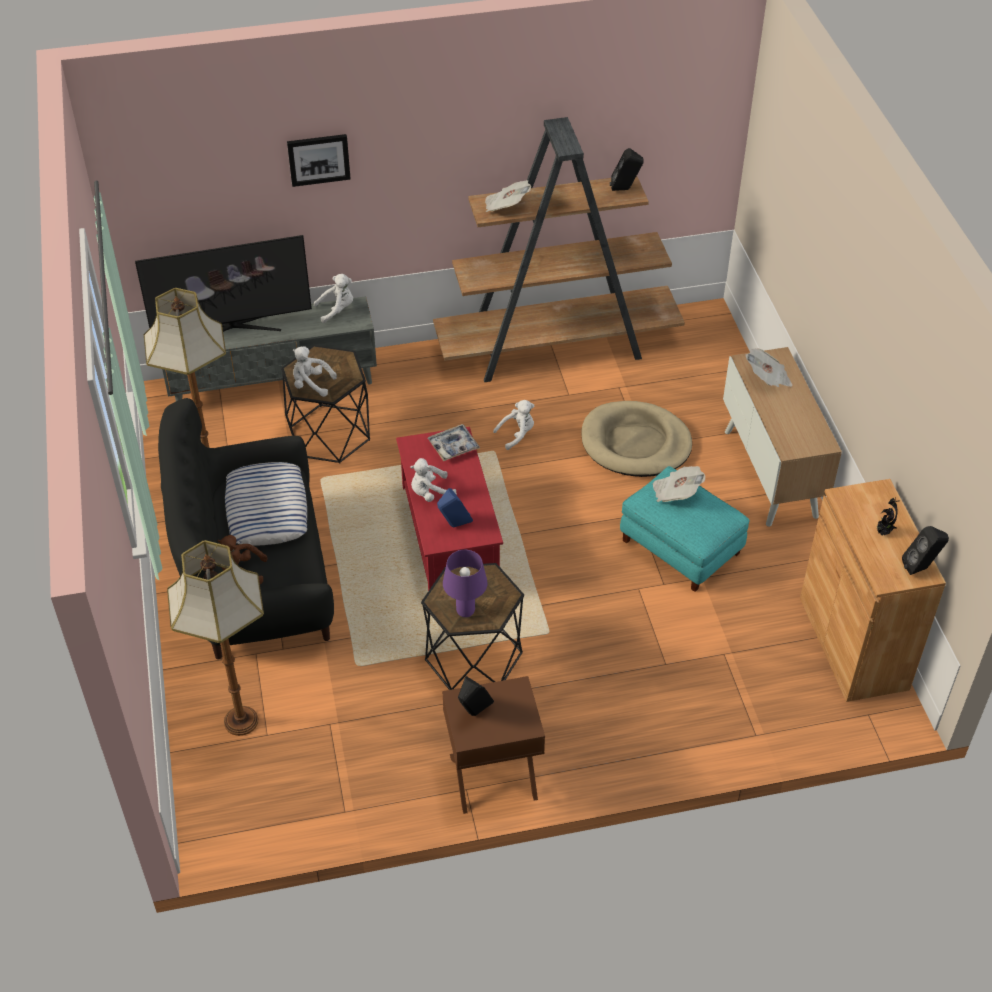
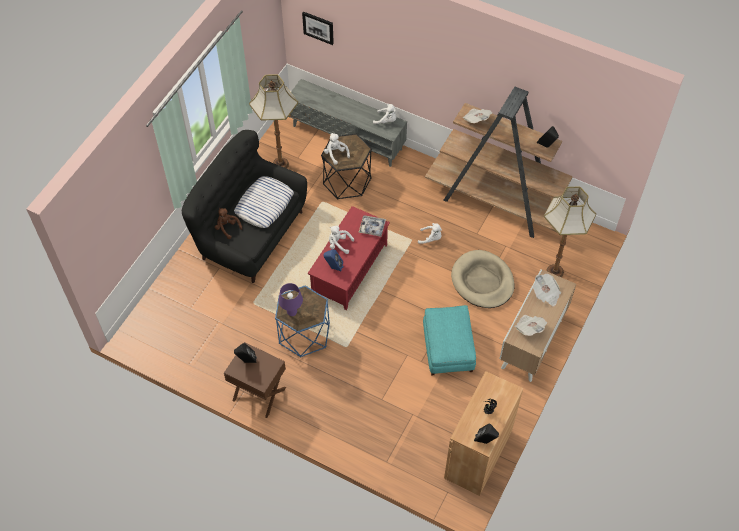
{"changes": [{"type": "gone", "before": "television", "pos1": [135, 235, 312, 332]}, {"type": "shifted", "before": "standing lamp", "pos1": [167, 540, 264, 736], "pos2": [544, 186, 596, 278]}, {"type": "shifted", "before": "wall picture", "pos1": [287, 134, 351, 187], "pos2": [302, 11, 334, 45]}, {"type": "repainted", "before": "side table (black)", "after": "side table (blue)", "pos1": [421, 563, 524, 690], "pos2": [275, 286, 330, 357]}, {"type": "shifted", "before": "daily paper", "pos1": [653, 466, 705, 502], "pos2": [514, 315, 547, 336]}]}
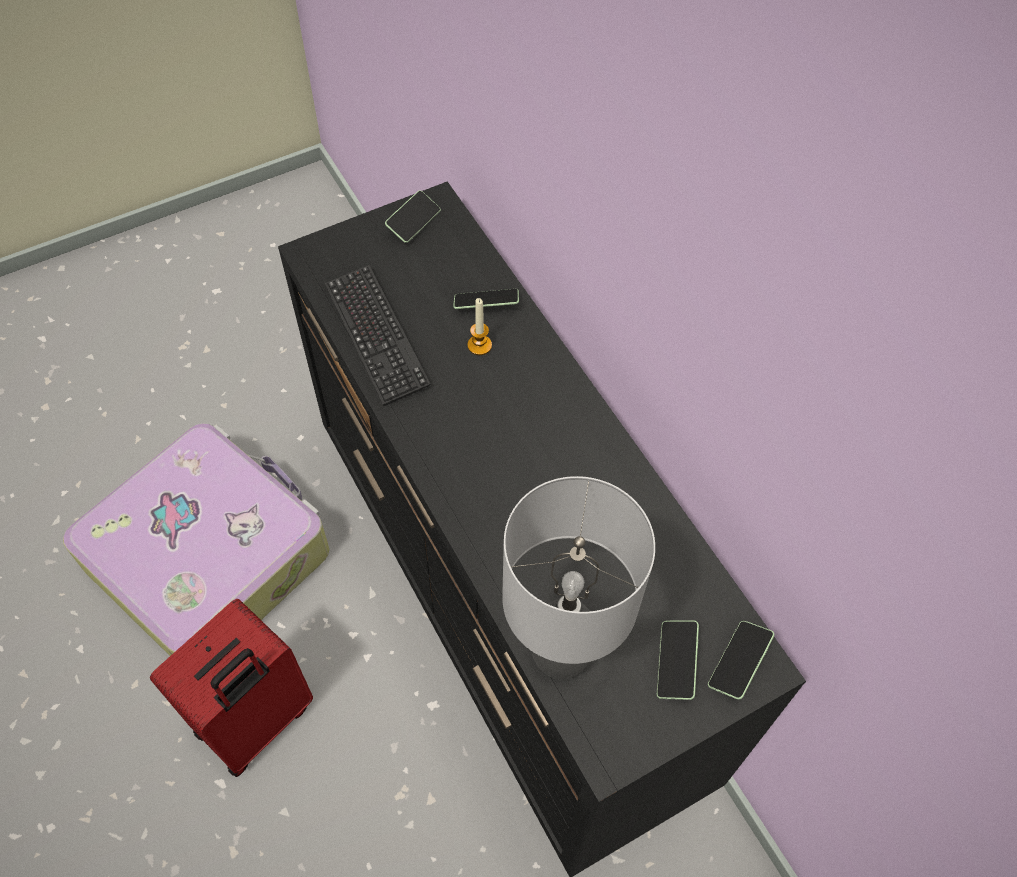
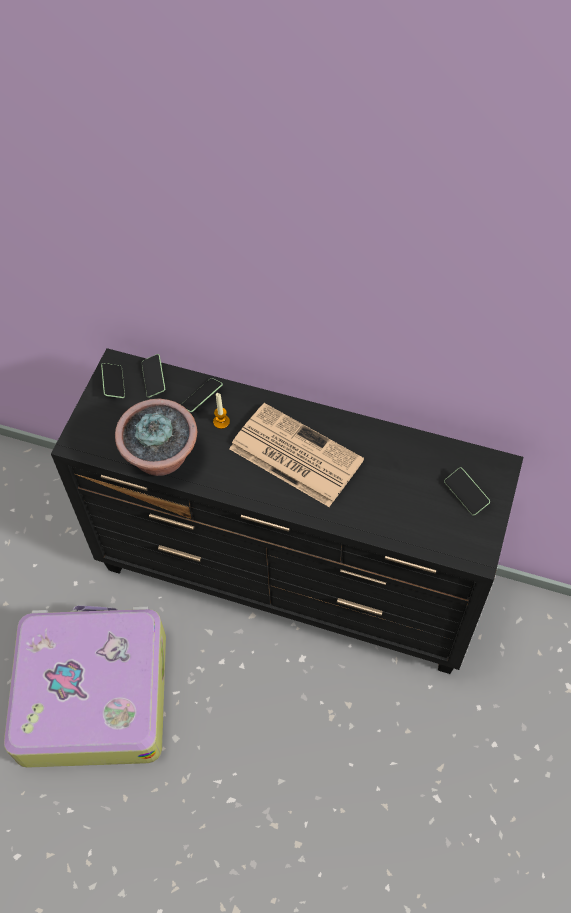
{"changes": [{"type": "gone", "before": "piece of luggage (red)", "pos1": [150, 599, 313, 777]}, {"type": "swapped", "before": "PC keyboard", "after": "potted plant", "pos1": [325, 265, 431, 406], "pos2": [115, 398, 197, 476]}, {"type": "gone", "before": "tabletop lamp (gray)", "pos1": [502, 476, 655, 679]}, {"type": "shifted", "before": "telephone", "pos1": [708, 621, 774, 700], "pos2": [141, 354, 165, 398]}, {"type": "new", "after": "daily paper", "pos2": [229, 403, 364, 507]}]}
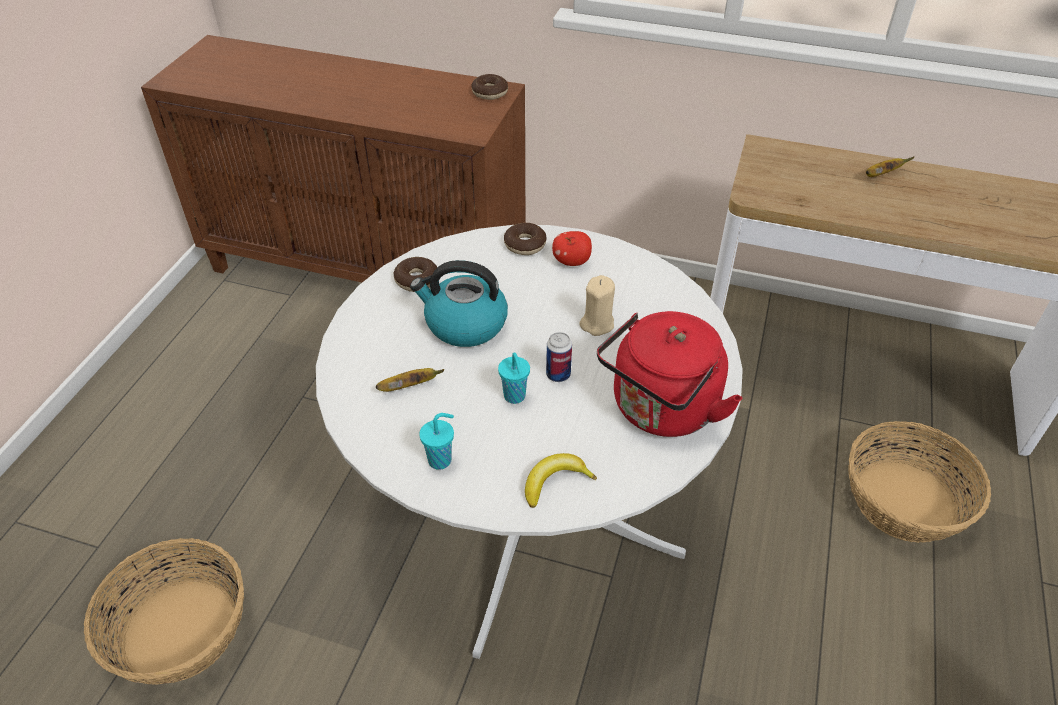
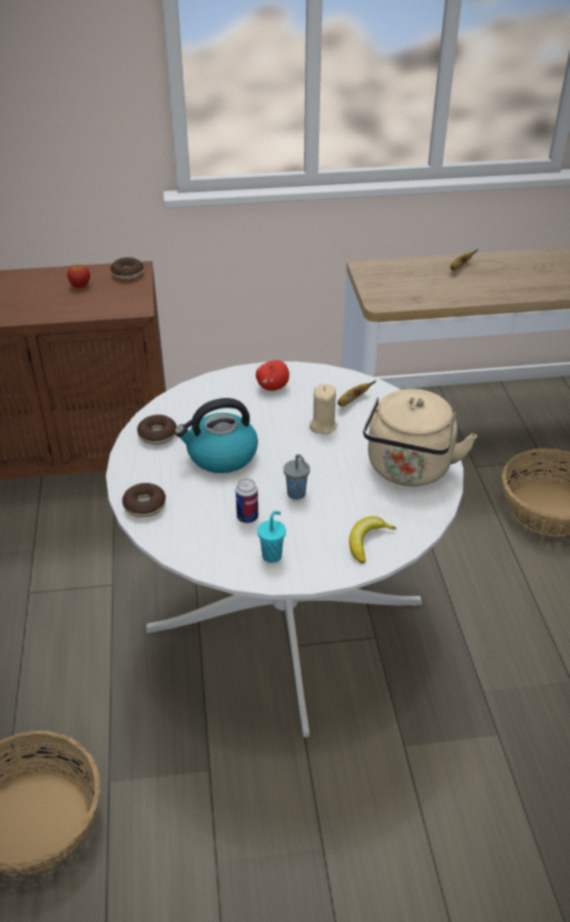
{"changes": [{"type": "shifted", "before": "whole banana", "pos1": [376, 368, 444, 392], "pos2": [337, 380, 376, 406]}, {"type": "repainted", "before": "cup (turquoise-coloured)", "after": "cup (gray)", "pos1": [498, 353, 530, 404], "pos2": [284, 454, 310, 500]}, {"type": "shifted", "before": "doughnut", "pos1": [504, 223, 547, 255], "pos2": [122, 483, 166, 517]}, {"type": "shifted", "before": "metal can", "pos1": [546, 332, 572, 382], "pos2": [236, 479, 258, 523]}, {"type": "repainted", "before": "kettle (red)", "after": "kettle (beige-coloured)", "pos1": [597, 311, 743, 437], "pos2": [363, 389, 477, 486]}, {"type": "new", "after": "whole apple", "pos2": [67, 265, 90, 288]}]}
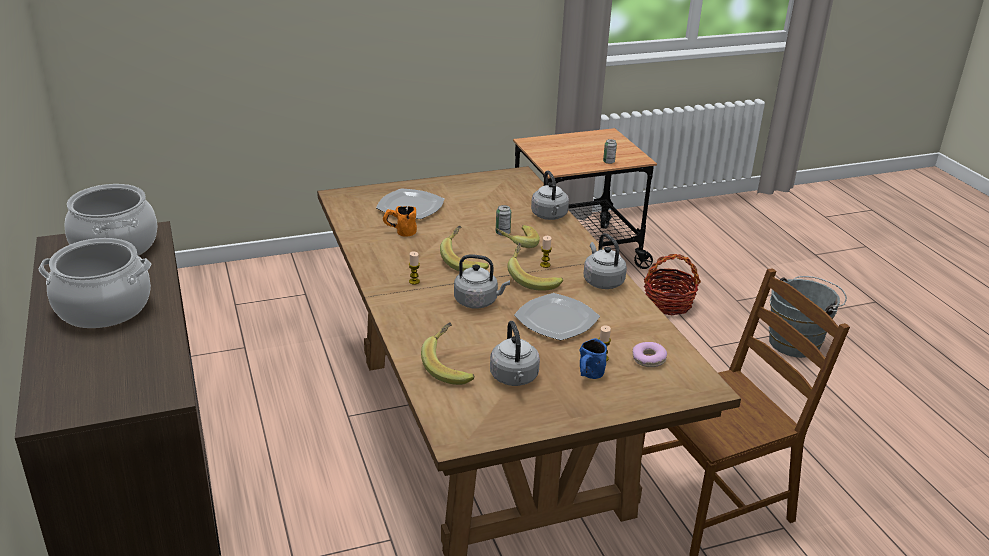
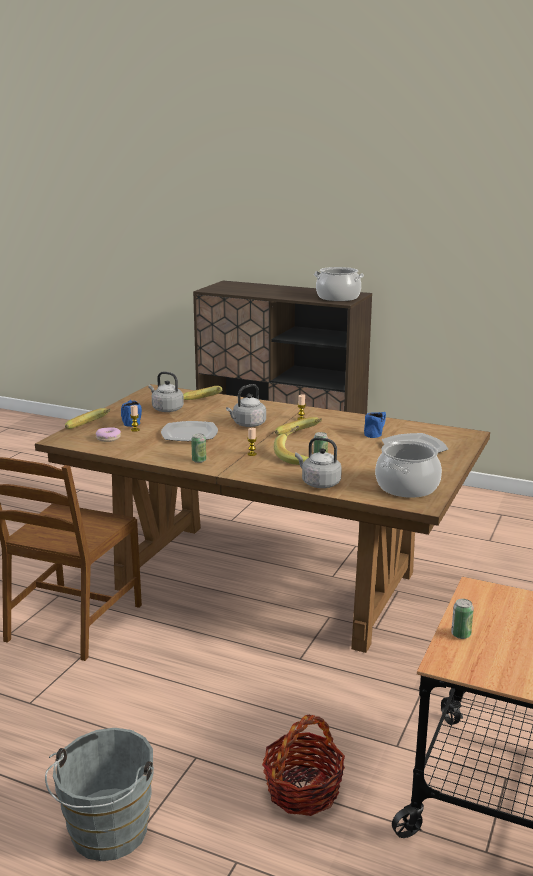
{"changes": [{"type": "shifted", "before": "stockpot", "pos1": [39, 238, 151, 328], "pos2": [375, 440, 442, 498]}, {"type": "repainted", "before": "coffee mug (orangey)", "after": "coffee mug (blue)", "pos1": [383, 206, 417, 237], "pos2": [364, 412, 386, 438]}, {"type": "shifted", "before": "whole banana", "pos1": [507, 243, 563, 291], "pos2": [65, 408, 110, 429]}, {"type": "swapped", "before": "kettle (gray)", "after": "metal can", "pos1": [583, 233, 627, 289], "pos2": [191, 434, 206, 463]}]}
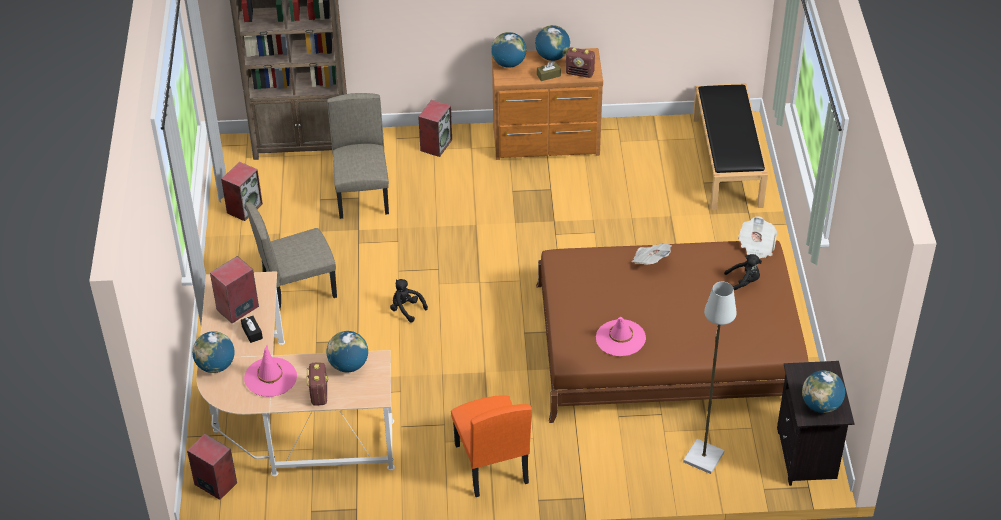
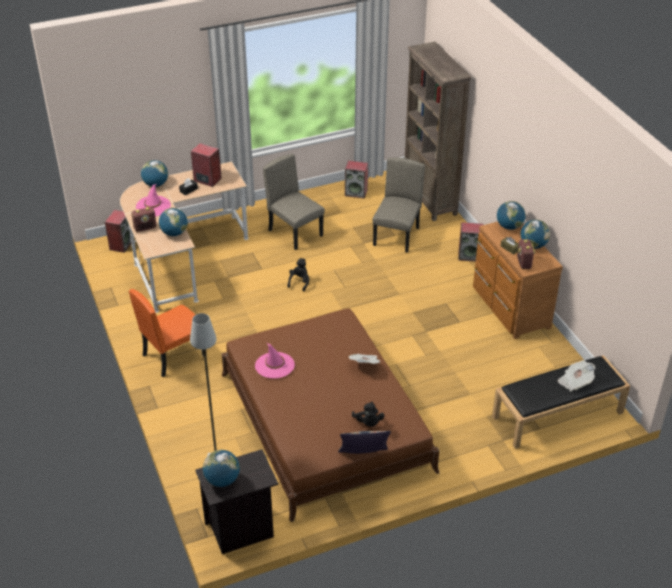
{"changes": [{"type": "rotated", "before": "chair (beige-coloured)", "pos1": [327, 93, 389, 219], "pos2": [373, 158, 425, 253], "turn": -45}, {"type": "shifted", "before": "daily paper", "pos1": [738, 216, 777, 259], "pos2": [558, 360, 596, 391]}, {"type": "new", "after": "throw pillow", "pos2": [338, 431, 391, 454]}]}
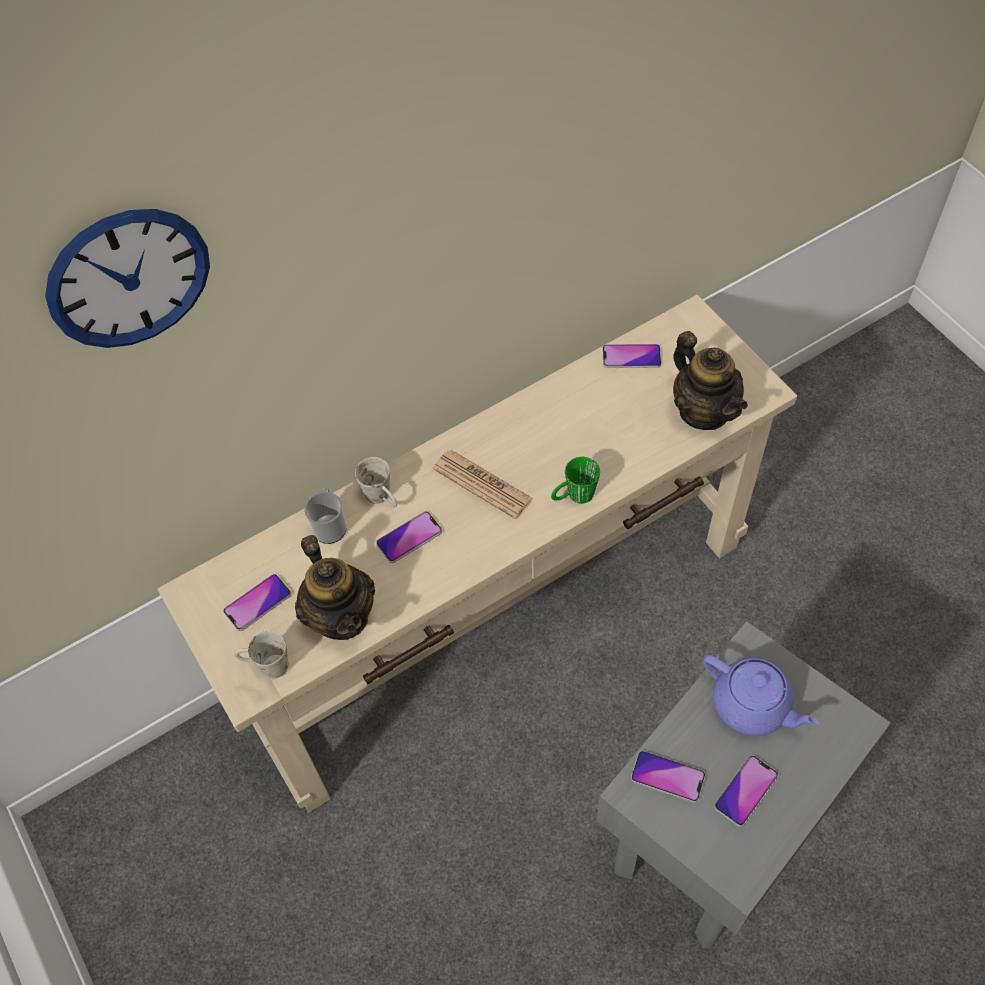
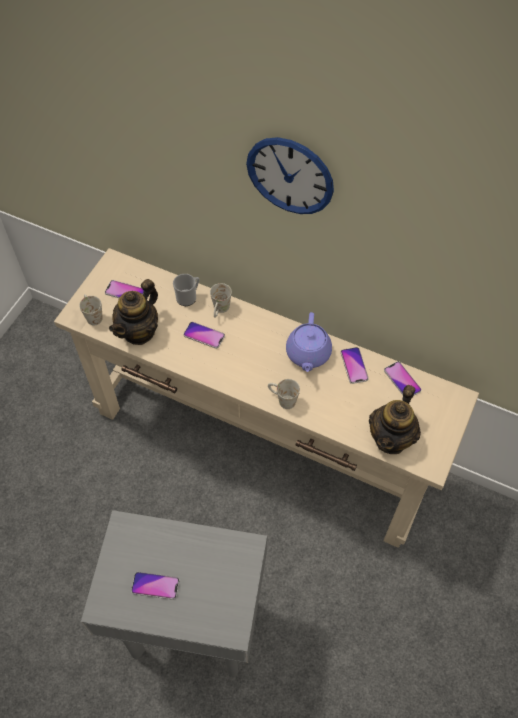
{"changes": [{"type": "shifted", "before": "clock on the wall", "pos1": [45, 209, 210, 348], "pos2": [246, 137, 334, 214]}, {"type": "gone", "before": "daily paper", "pos1": [433, 450, 533, 519]}, {"type": "repainted", "before": "coffee mug (green-coloured)", "after": "coffee mug (white-coloured)", "pos1": [551, 457, 600, 504], "pos2": [268, 379, 300, 409]}, {"type": "shifted", "before": "telephone", "pos1": [631, 751, 705, 803], "pos2": [341, 347, 369, 384]}, {"type": "shifted", "before": "pot for tea (purplish)", "pos1": [703, 655, 819, 736], "pos2": [286, 312, 332, 372]}]}
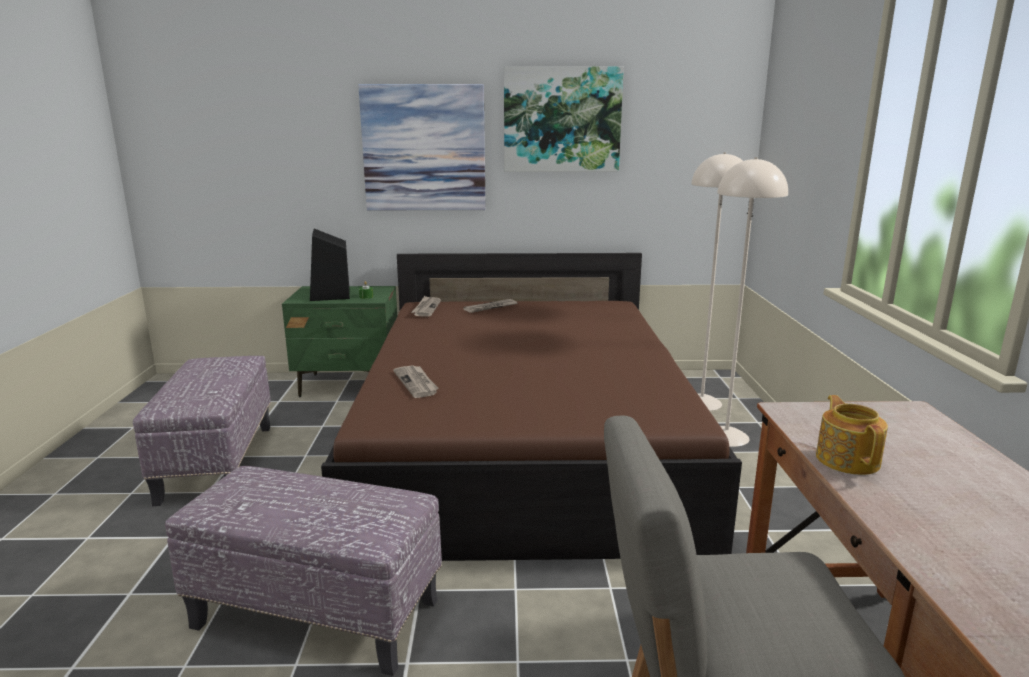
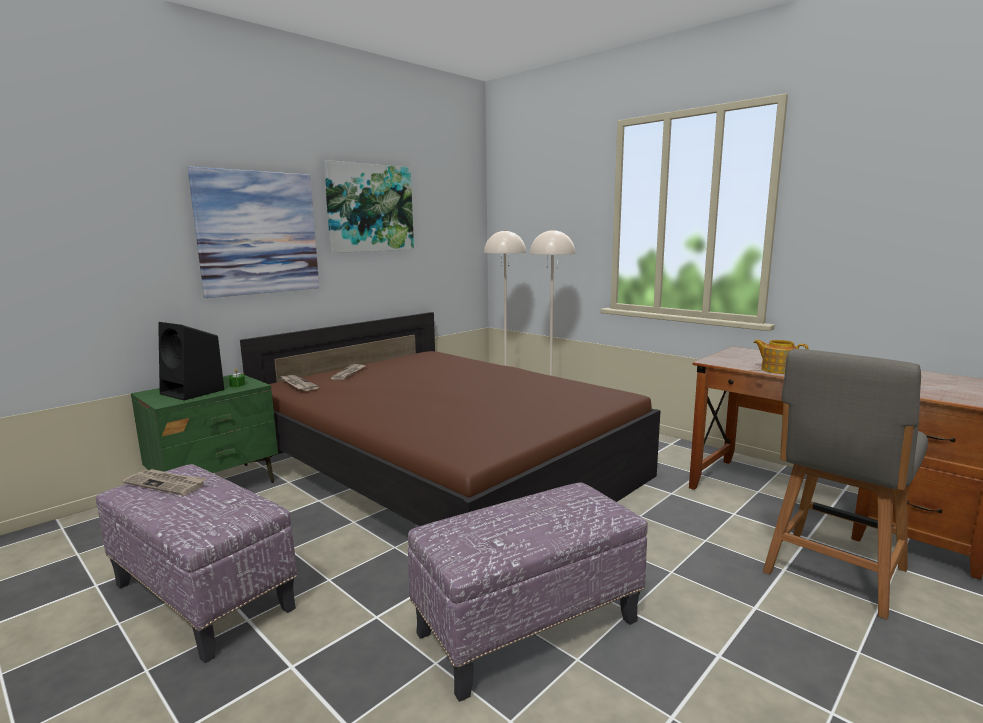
{"changes": [{"type": "shifted", "before": "daily paper", "pos1": [393, 365, 438, 398], "pos2": [122, 469, 206, 495]}]}
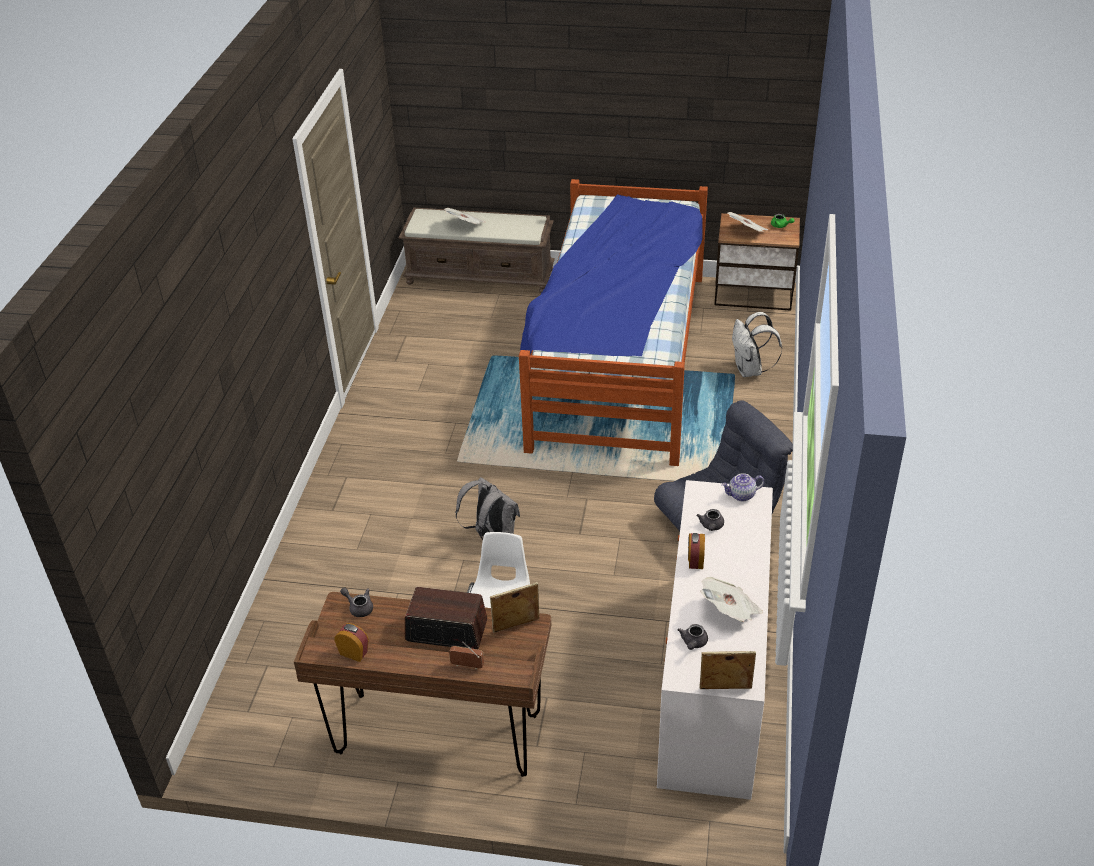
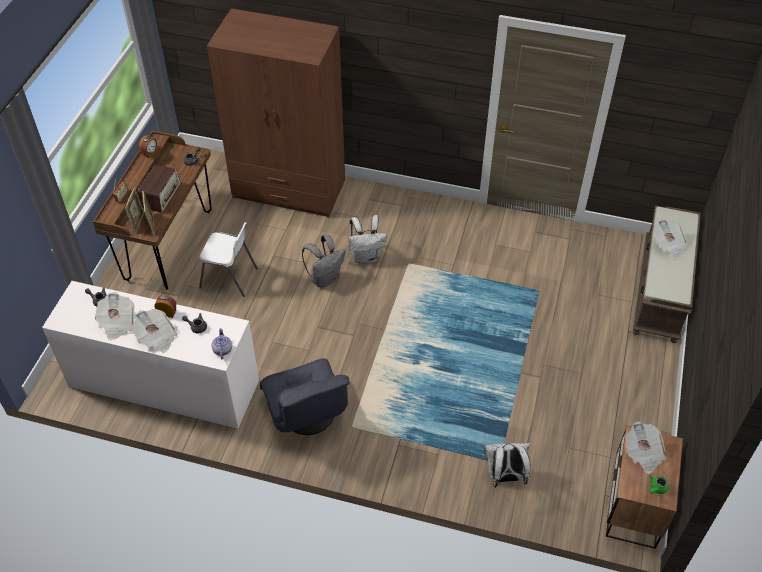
{"changes": [{"type": "gone", "before": "bed", "pos1": [519, 179, 708, 466]}, {"type": "shifted", "before": "photo frame", "pos1": [699, 651, 756, 689], "pos2": [125, 188, 144, 234]}, {"type": "new", "after": "daily paper", "pos2": [132, 309, 177, 353]}, {"type": "new", "after": "clothes cupboard (brown-coloured)", "pos2": [207, 8, 345, 218]}, {"type": "new", "after": "rucksack (white-coloured)", "pos2": [348, 215, 387, 263]}]}
